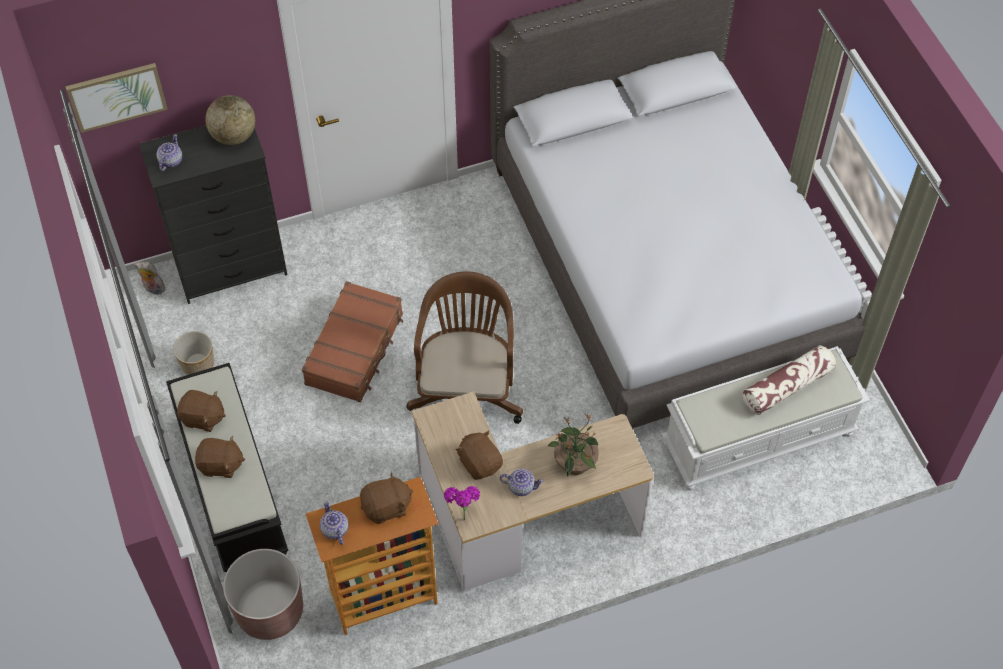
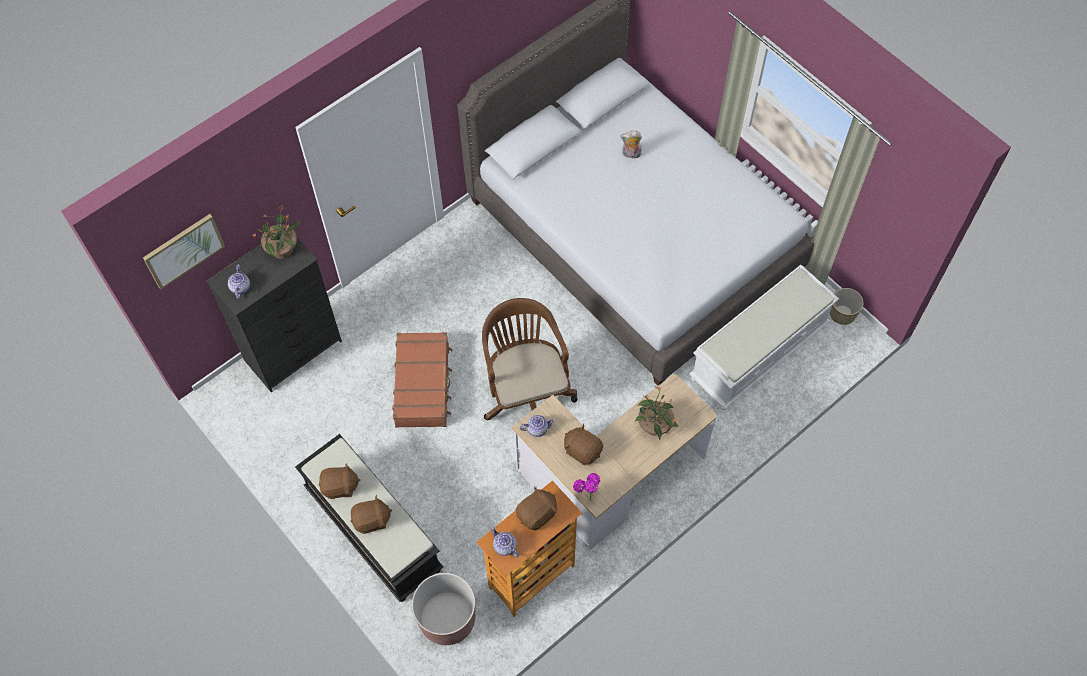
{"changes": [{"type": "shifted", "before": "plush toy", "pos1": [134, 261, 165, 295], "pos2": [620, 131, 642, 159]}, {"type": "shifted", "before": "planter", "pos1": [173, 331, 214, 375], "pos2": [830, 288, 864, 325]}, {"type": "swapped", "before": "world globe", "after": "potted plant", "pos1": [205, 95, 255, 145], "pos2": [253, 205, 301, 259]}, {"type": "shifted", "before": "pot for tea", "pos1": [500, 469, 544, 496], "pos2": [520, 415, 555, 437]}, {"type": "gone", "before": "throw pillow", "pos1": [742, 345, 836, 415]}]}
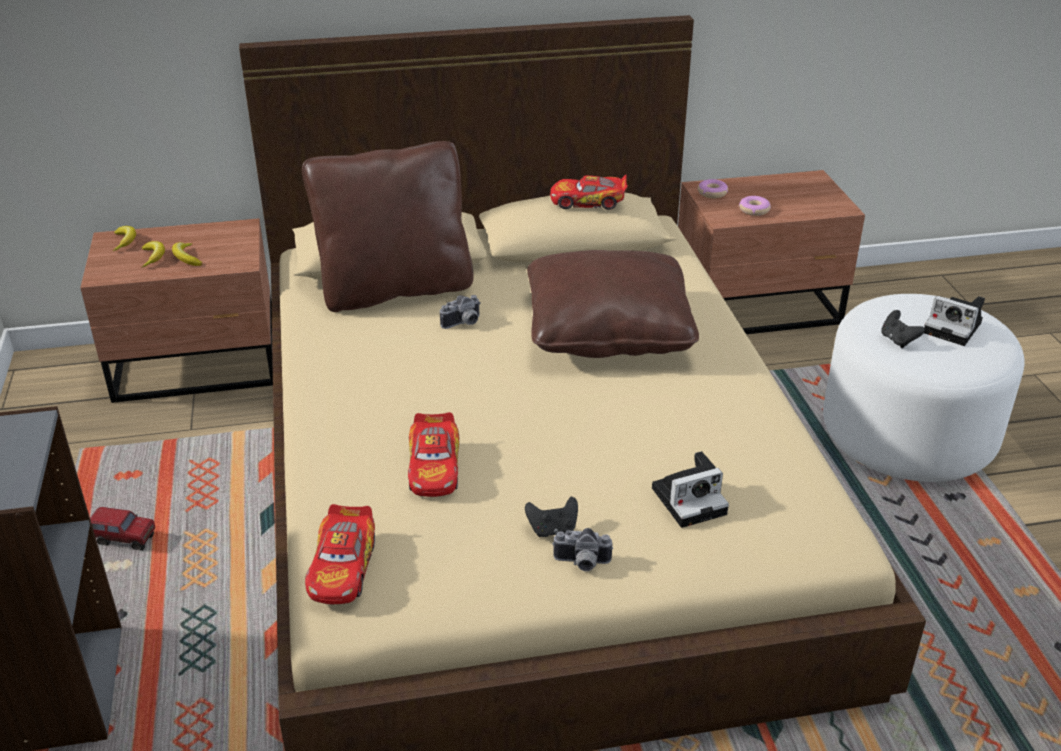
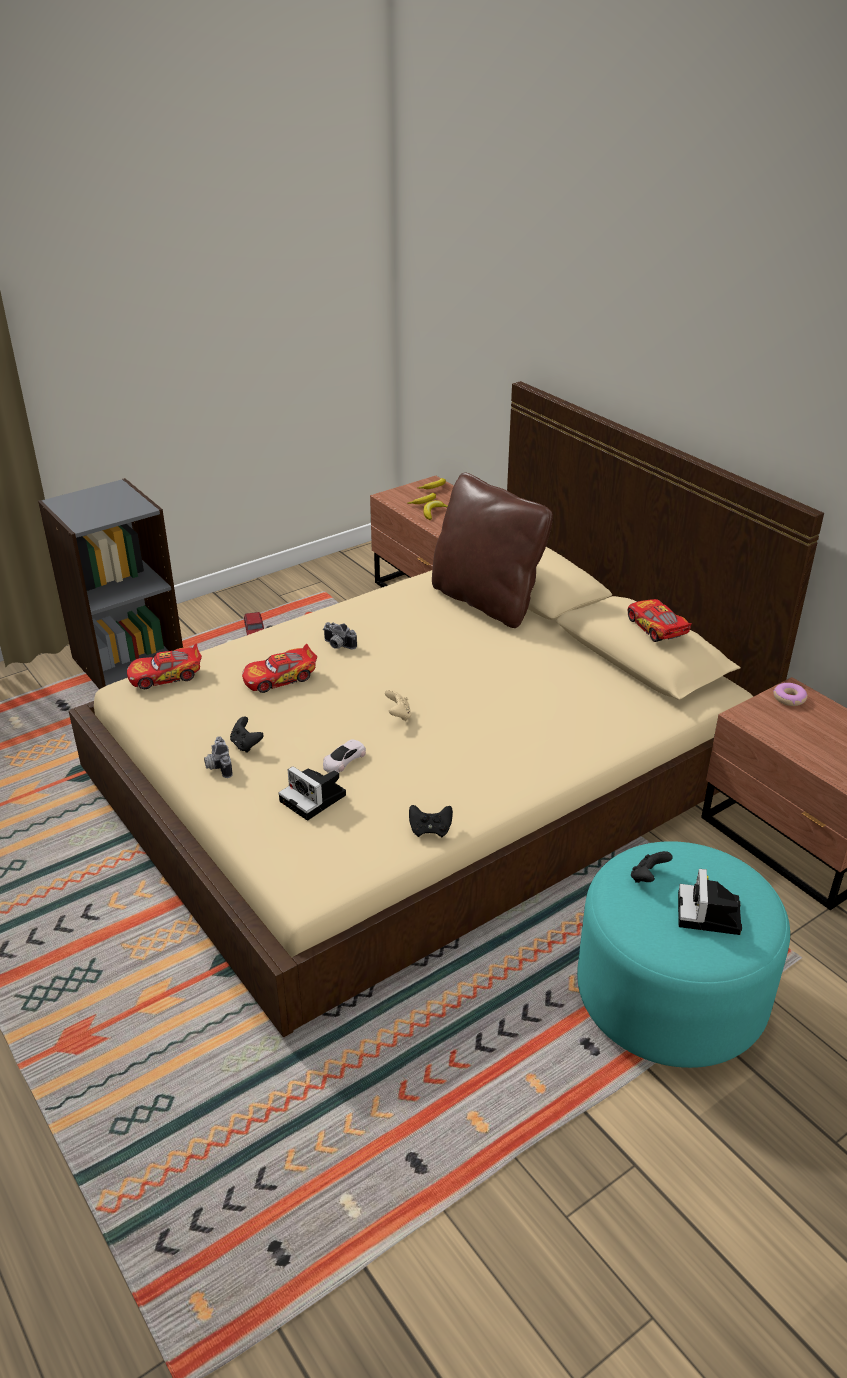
{"changes": [{"type": "shifted", "before": "still camera", "pos1": [440, 295, 481, 329], "pos2": [323, 622, 357, 649]}, {"type": "gone", "before": "throw pillow (brown-coloured)", "pos1": [527, 250, 699, 358]}, {"type": "gone", "before": "doughnut", "pos1": [739, 196, 771, 216]}, {"type": "repainted", "before": "footrest (white-coloured)", "after": "footrest (turquoise-coloured)", "pos1": [823, 294, 1024, 482], "pos2": [577, 841, 790, 1068]}, {"type": "new", "after": "toy car (white-coloured)", "pos2": [323, 740, 366, 773]}, {"type": "new", "after": "joypad (beige-coloured)", "pos2": [385, 689, 412, 721]}, {"type": "new", "after": "joypad (black)", "pos2": [409, 805, 453, 837]}]}
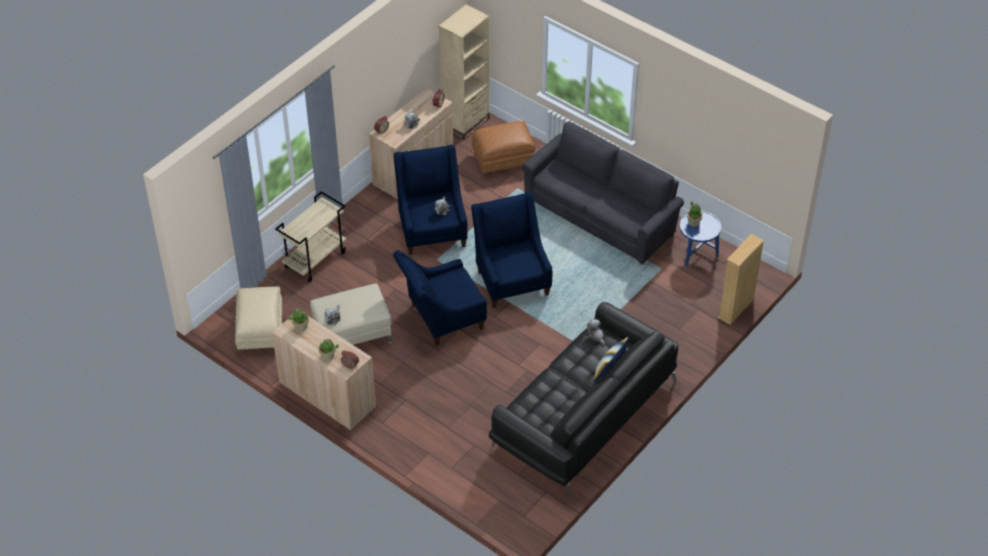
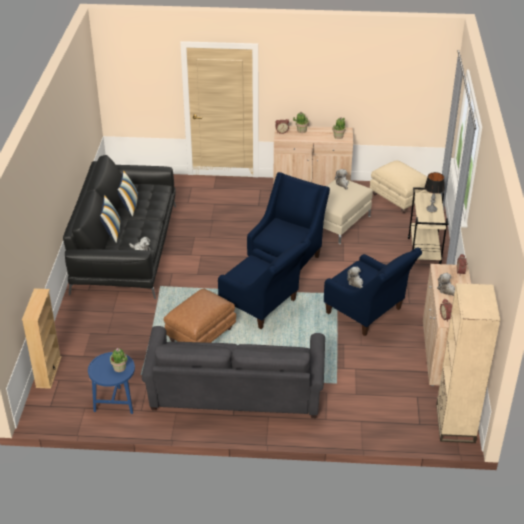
{"changes": [{"type": "shifted", "before": "footrest (brown-coloured)", "pos1": [472, 121, 535, 176], "pos2": [164, 288, 236, 343]}, {"type": "new", "after": "throw pillow", "pos2": [117, 170, 138, 217]}, {"type": "new", "after": "tabletop lamp", "pos2": [424, 172, 445, 212]}]}
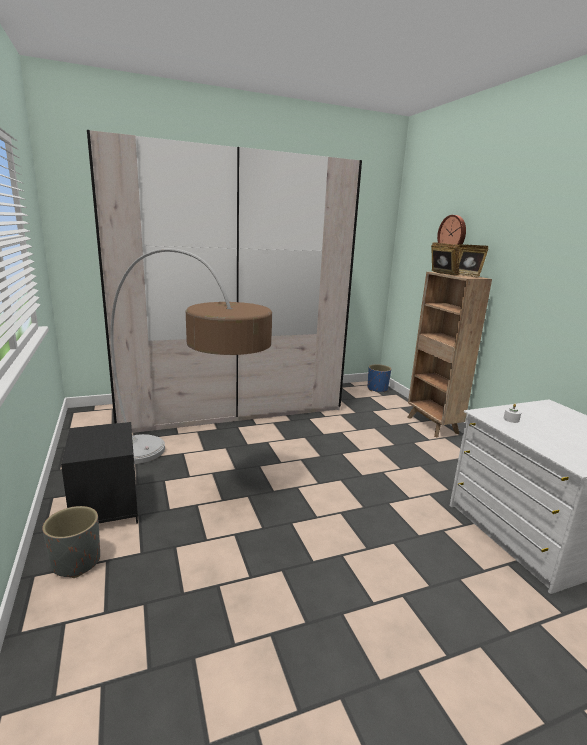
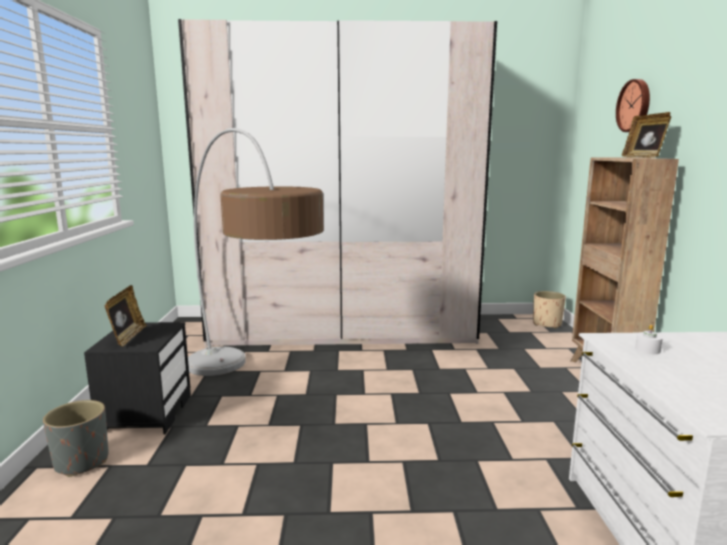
{"changes": [{"type": "repainted", "before": "planter (blue)", "after": "planter (beige-coloured)", "pos1": [367, 364, 391, 393], "pos2": [533, 291, 566, 329]}, {"type": "shifted", "before": "photo frame", "pos1": [431, 242, 460, 276], "pos2": [104, 285, 147, 347]}]}
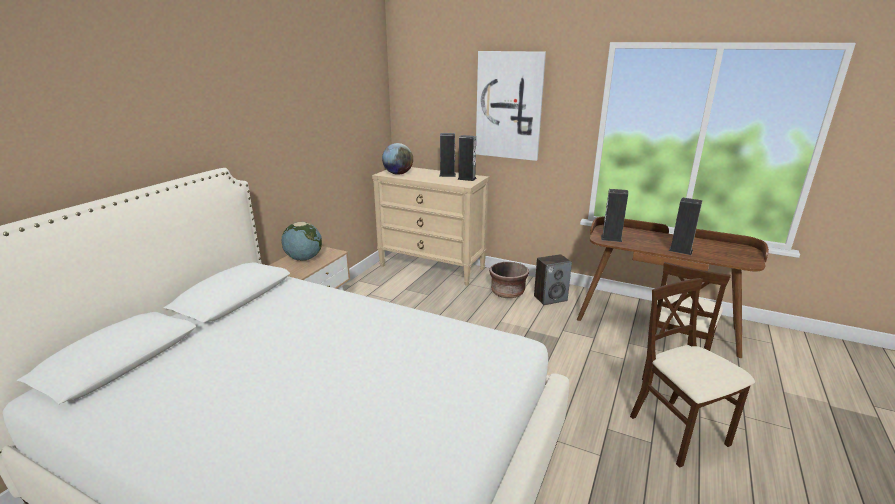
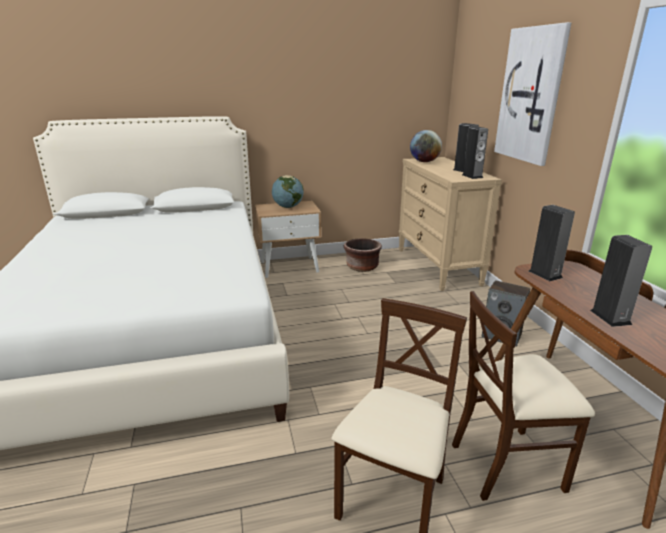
{"changes": [{"type": "shifted", "before": "planter (brown-coloured)", "pos1": [489, 262, 529, 298], "pos2": [344, 238, 382, 272]}]}
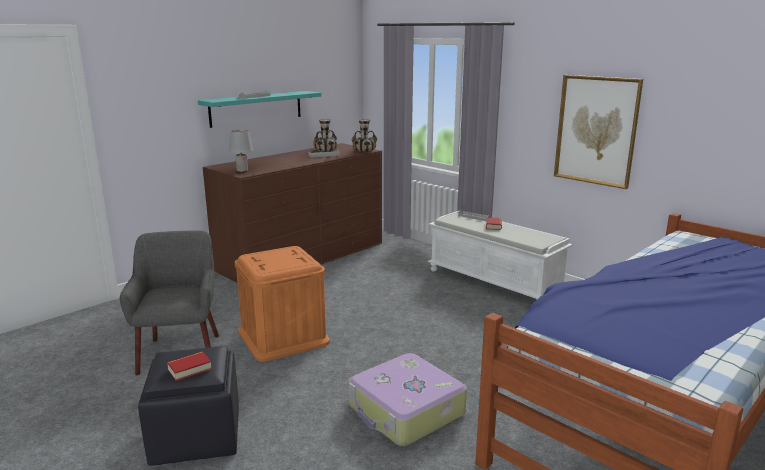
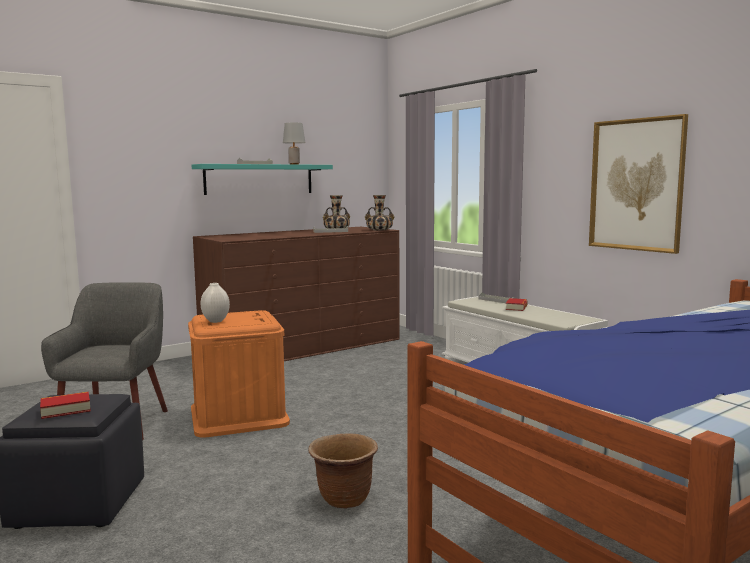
{"changes": [{"type": "shifted", "before": "tabletop lamp (gray)", "pos1": [229, 130, 253, 173], "pos2": [283, 122, 305, 165]}, {"type": "swapped", "before": "piece of luggage", "after": "planter (brown-coloured)", "pos1": [348, 353, 467, 446], "pos2": [309, 433, 378, 509]}, {"type": "new", "after": "flower vase (white-coloured)", "pos2": [201, 283, 230, 323]}]}
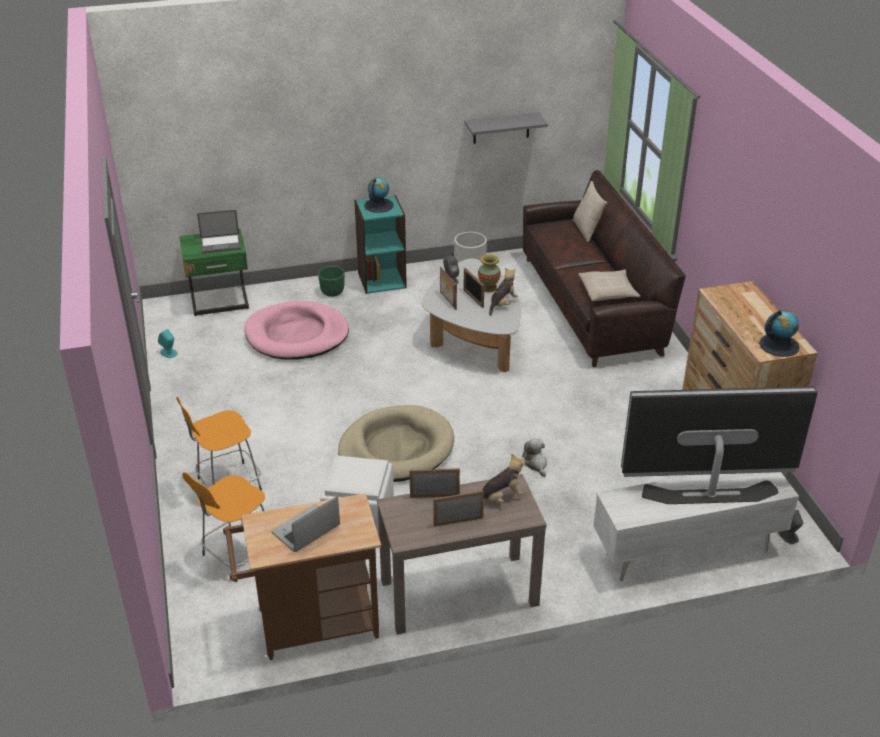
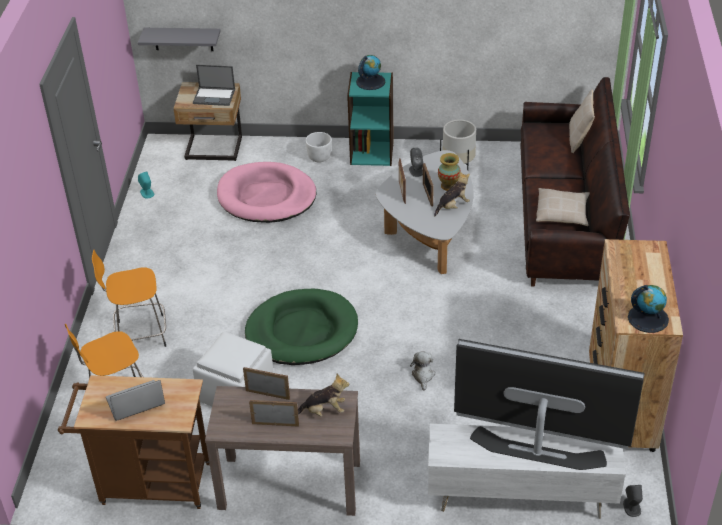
{"changes": [{"type": "repainted", "before": "night table (green-coloured)", "after": "night table (beige-coloured)", "pos1": [179, 229, 249, 316], "pos2": [173, 82, 242, 161]}, {"type": "repainted", "before": "planter (green-coloured)", "after": "planter (white-coloured)", "pos1": [318, 266, 345, 297], "pos2": [305, 132, 332, 162]}, {"type": "repainted", "before": "dog cushion (beige-coloured)", "after": "dog cushion (green-coloured)", "pos1": [338, 405, 454, 482], "pos2": [245, 289, 358, 365]}, {"type": "shifted", "before": "bracket shelf (gray)", "pos1": [465, 113, 548, 144], "pos2": [138, 28, 221, 51]}]}
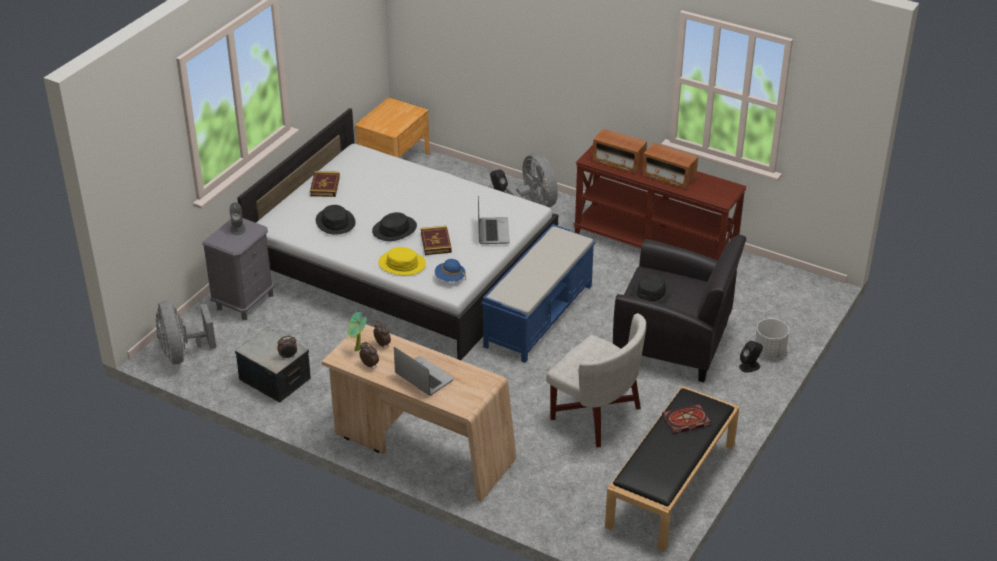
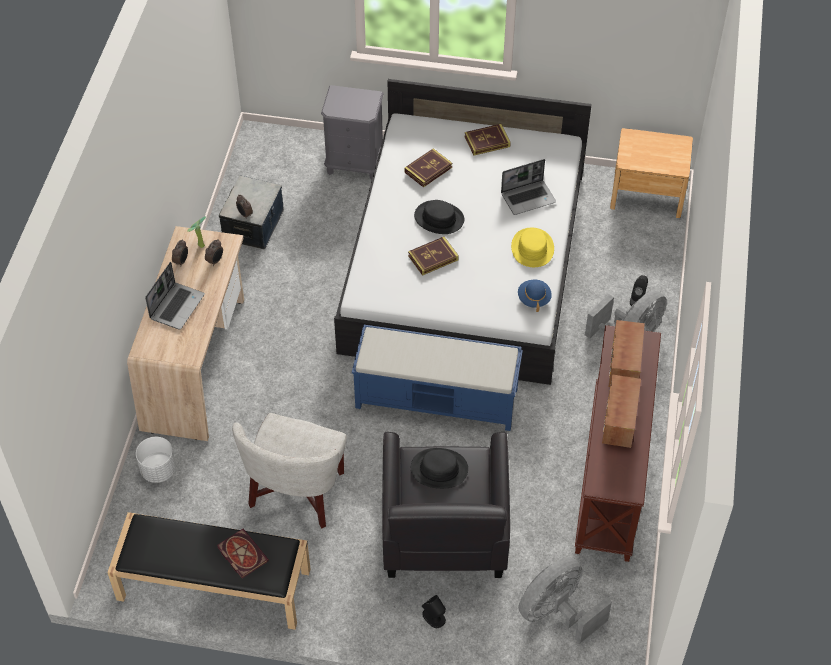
{"changes": [{"type": "shifted", "before": "electric fan (gray)", "pos1": [156, 301, 216, 364], "pos2": [518, 557, 612, 643]}, {"type": "gone", "before": "audio speaker (gray)", "pos1": [229, 202, 245, 235]}, {"type": "swapped", "before": "wearable hat (black)", "after": "book", "pos1": [316, 205, 355, 235], "pos2": [404, 148, 452, 188]}, {"type": "shifted", "before": "wearable hat (yellowish)", "pos1": [378, 247, 426, 275], "pos2": [511, 228, 554, 267]}, {"type": "shifted", "before": "wearable hat (blue)", "pos1": [435, 259, 466, 282], "pos2": [518, 280, 552, 312]}, {"type": "shifted", "before": "portable computer", "pos1": [478, 195, 510, 244], "pos2": [501, 159, 556, 215]}, {"type": "shifted", "before": "planter (white-coloured)", "pos1": [755, 319, 789, 359], "pos2": [136, 437, 176, 483]}]}
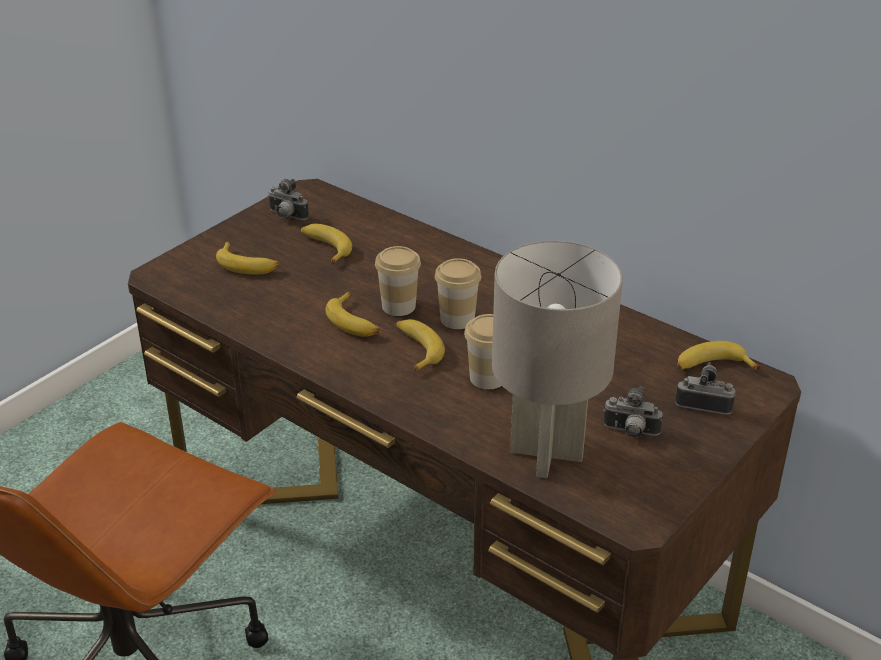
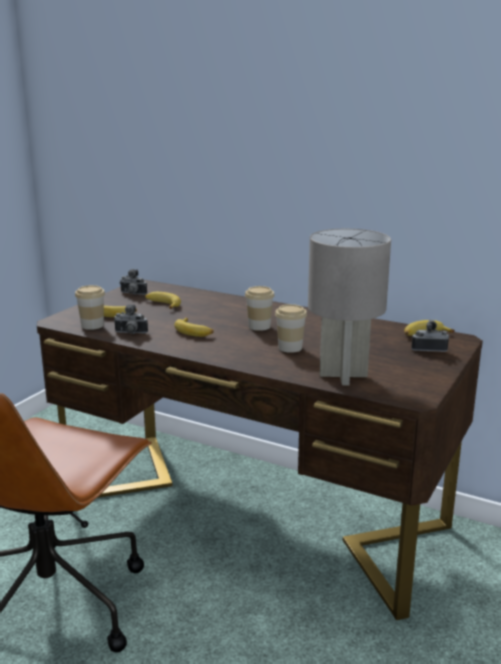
{"changes": [{"type": "shifted", "before": "cup", "pos1": [375, 246, 421, 316], "pos2": [75, 285, 105, 330]}, {"type": "gone", "before": "whole banana", "pos1": [396, 319, 445, 372]}, {"type": "shifted", "before": "still camera", "pos1": [603, 386, 663, 438], "pos2": [114, 304, 148, 334]}]}
